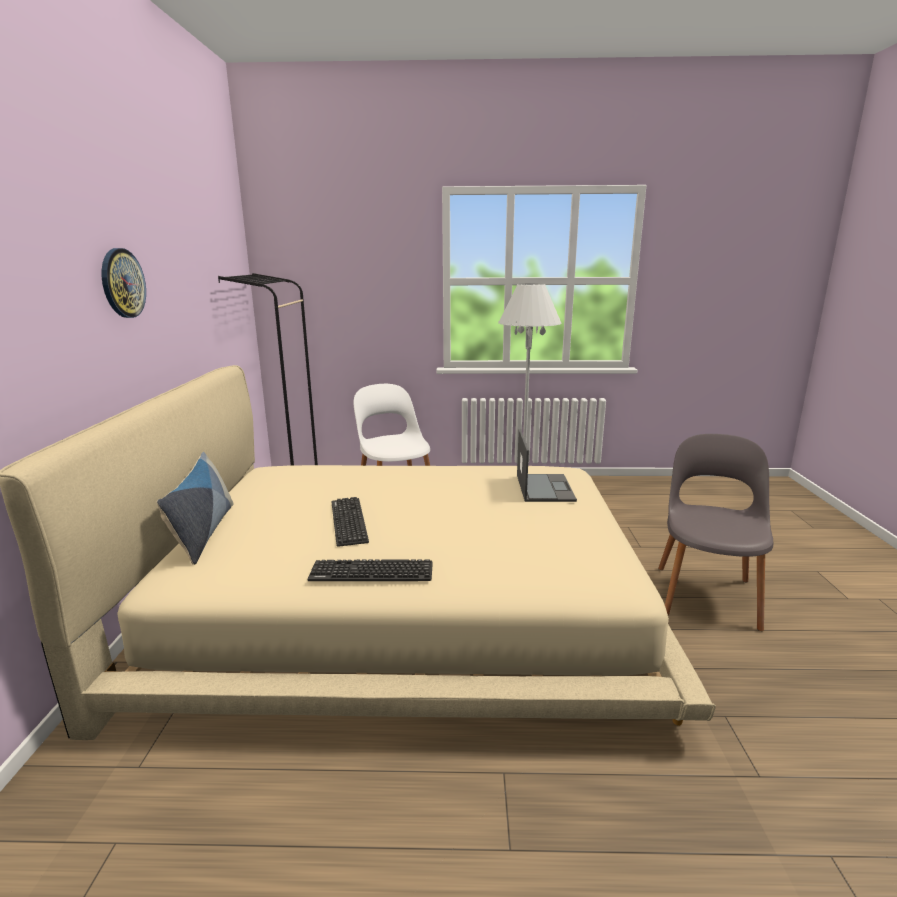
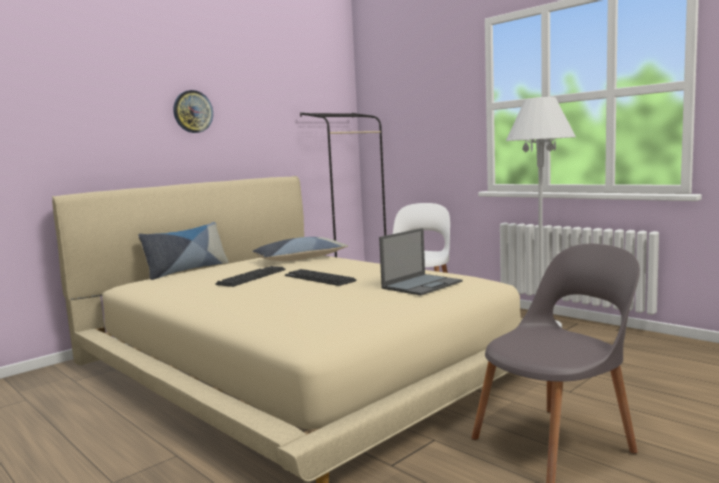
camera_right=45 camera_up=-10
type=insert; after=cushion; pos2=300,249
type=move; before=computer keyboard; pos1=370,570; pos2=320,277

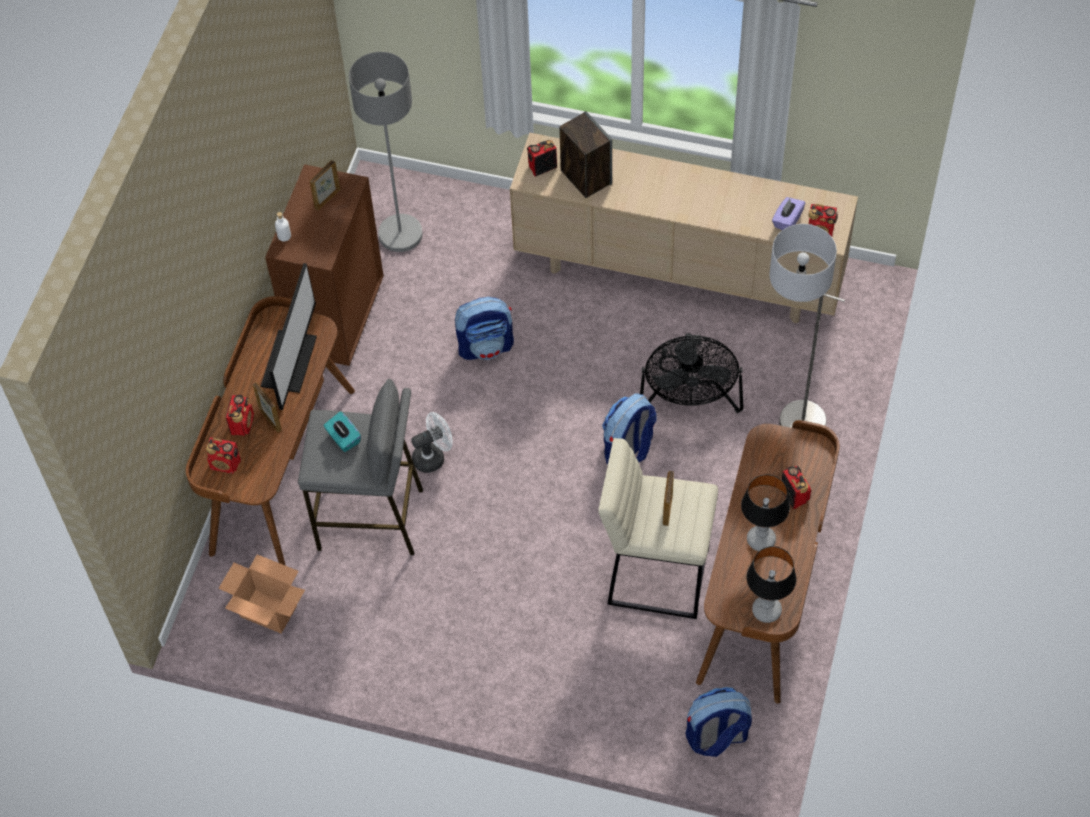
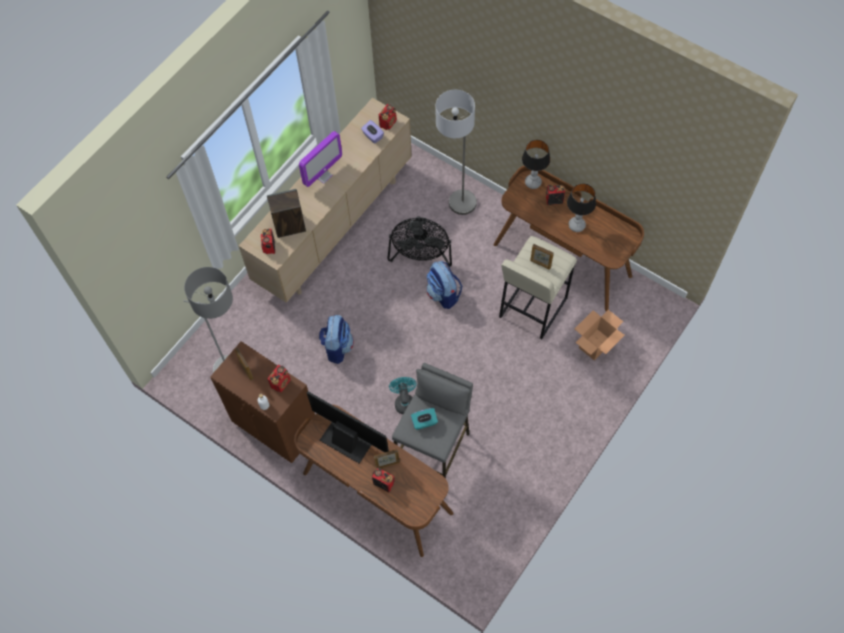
camera_right=-70 camera_up=5
type=move; before=radio; pos1=223,455; pos2=279,378
type=insert; after=computer screen; pos2=320,159
type=rotate; before=blackish cooling fan; pos1=692,373; pos2=419,241; turn=75
type=recolor; before=white cooling fan; after=blue-green cooling fan; pos1=432,442; pos2=402,395
type=move; before=tabletop lamp; pos1=771,584; pos2=536,164
type=move; before=carton; pos1=261,593; pos2=600,335
type=delete; before=knapsack; pos1=719,722

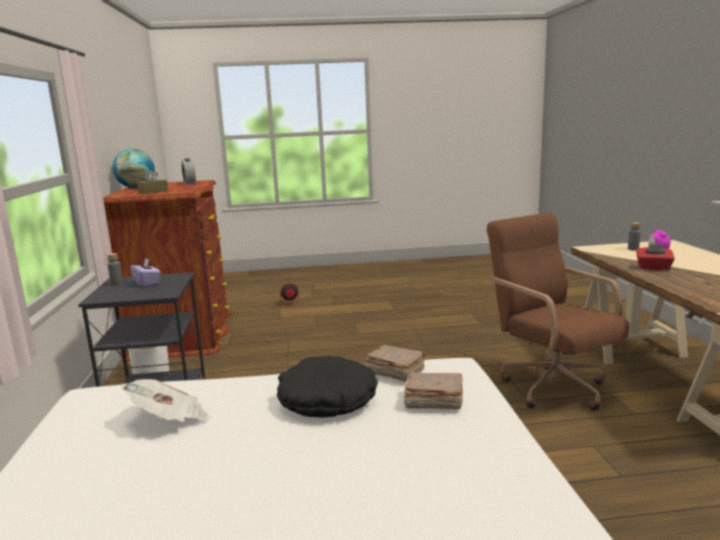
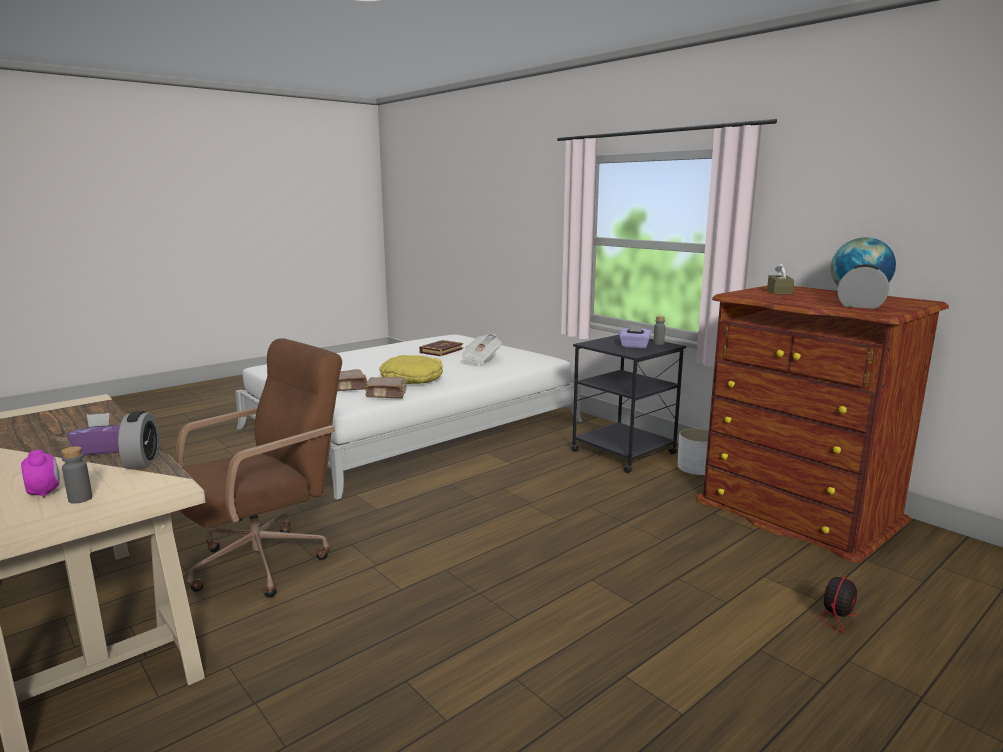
camera_right=145 camera_up=0
type=recolor; before=red-coloured tissue box; after=purple tissue box; pos1=655,257; pos2=93,434
type=insert; after=alarm clock; pos2=139,440
type=rotate; before=brown desk chair; pos1=558,312; pos2=258,468; turn=-75
type=recolor; before=blackish cushion; after=yellow-coloured cushion; pos1=327,386; pos2=411,369
type=insert; after=bound book; pos2=441,348

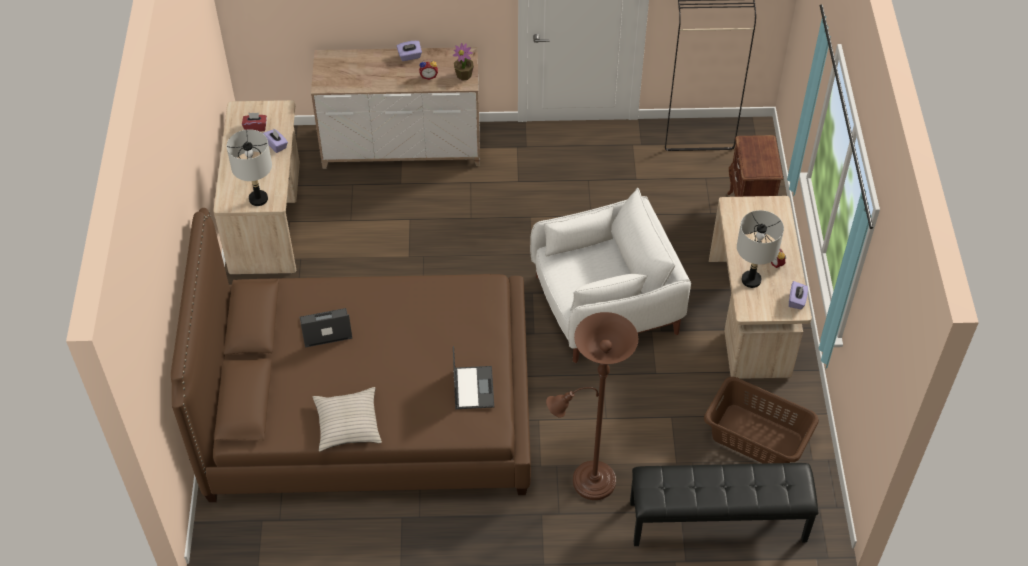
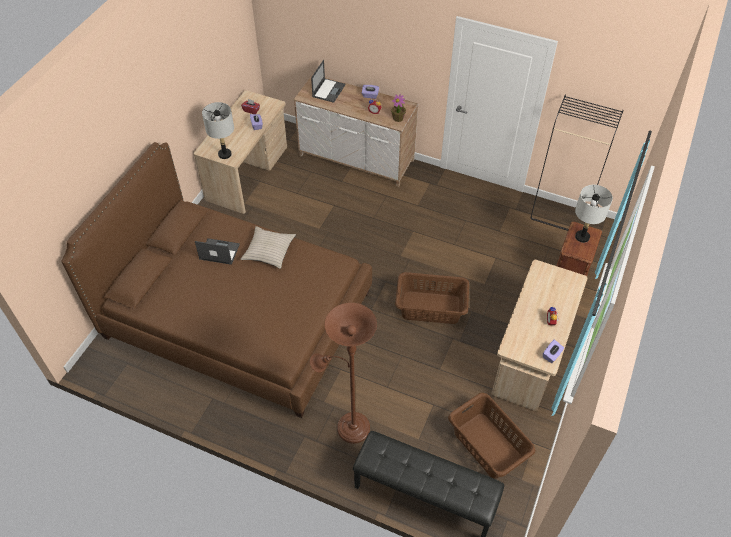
camera_right=25 camera_up=0
type=move; before=beige cushion; pos1=347,419; pos2=268,247
type=move; before=portable computer; pos1=473,377; pos2=328,81
type=replace; before=white lounge chair; after=brown laundry basket; pos1=610,275; pos2=432,298
type=move; before=greyish tabletop lamp; pos1=760,249; pos2=594,214

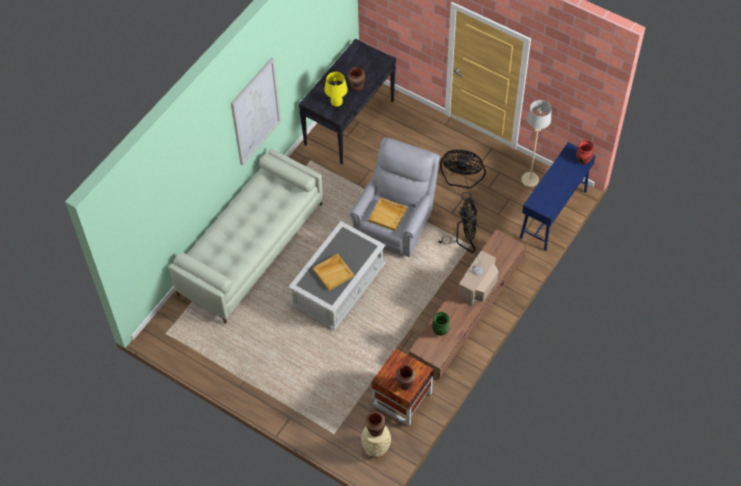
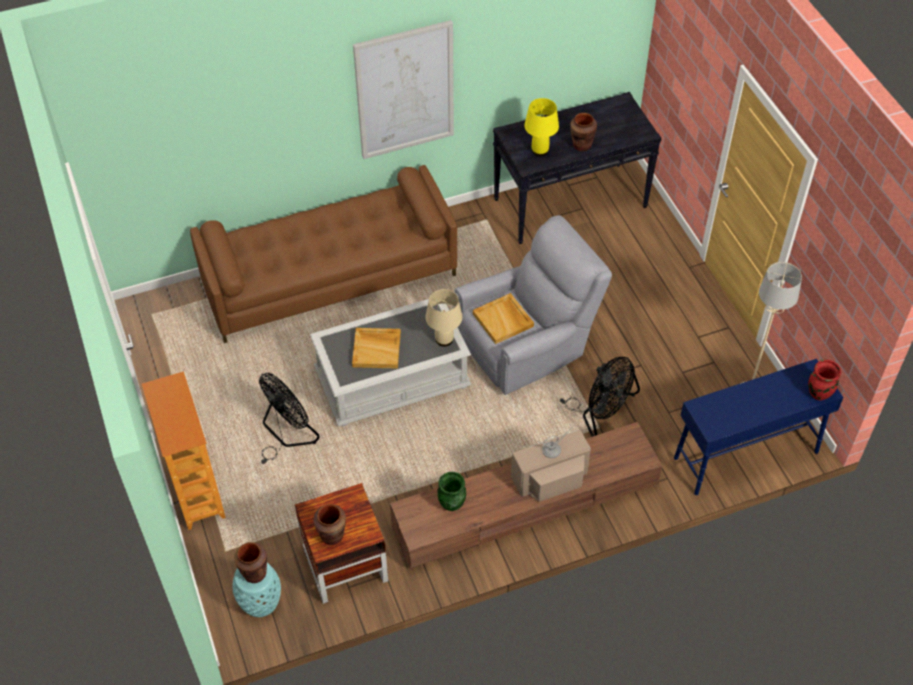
camera_right=35 camera_up=-5
type=insert; after=bookshelf; pos2=184,450
type=recolor; before=white sofa; after=brown sofa; pos1=246,236; pos2=323,254
type=recolor; before=beige stool; after=blue-green stool; pos1=376,441; pos2=257,589
type=move; before=blackish cooling fan; pos1=463,176; pos2=289,418
type=insert; after=beige tabletop lamp; pos2=444,318

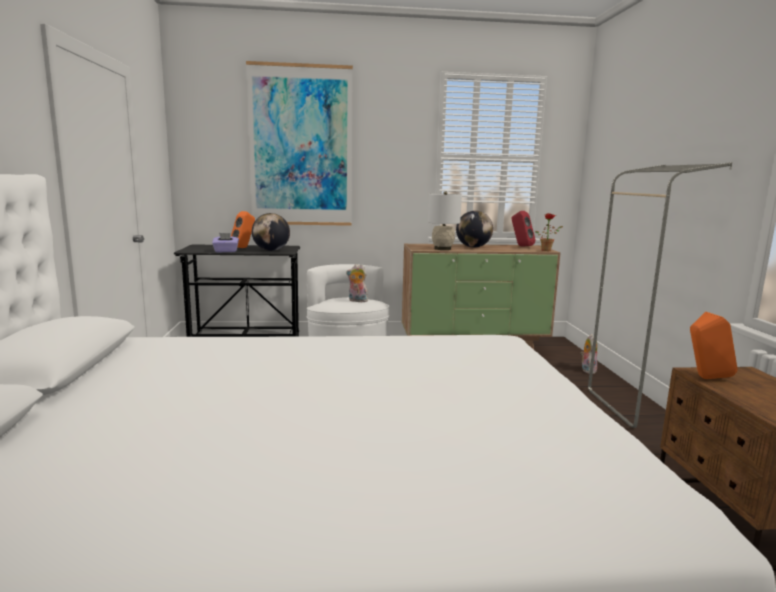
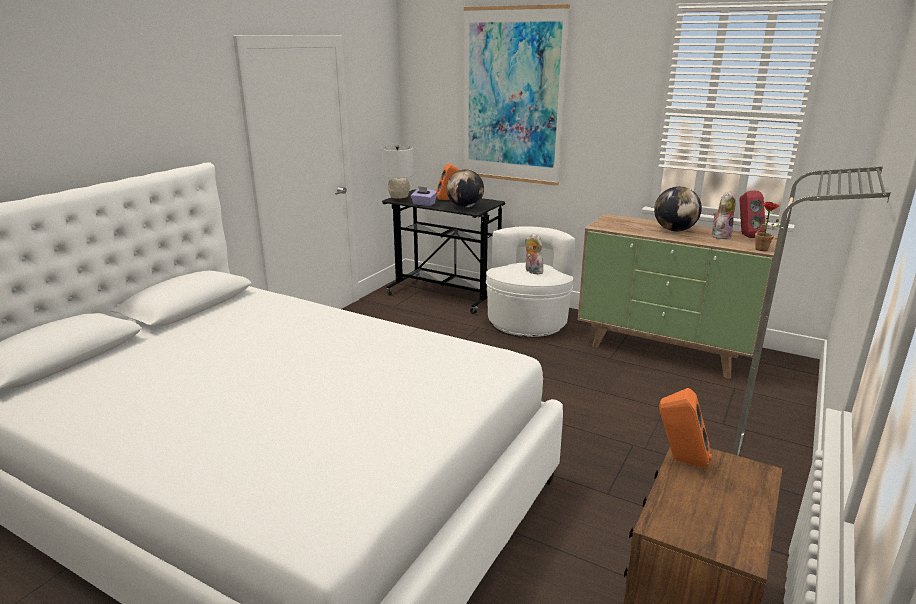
camera_right=35 camera_up=10
type=move; before=white tabletop lamp; pos1=445,220; pos2=398,173
type=move; before=cuddly toy; pos1=588,354; pos2=724,215

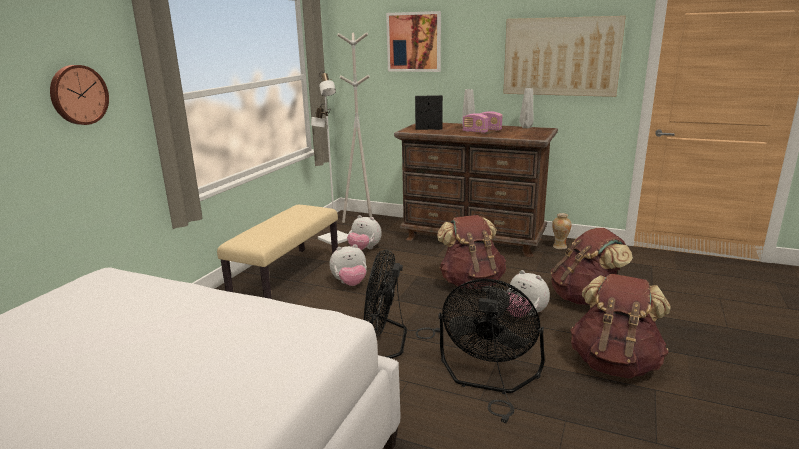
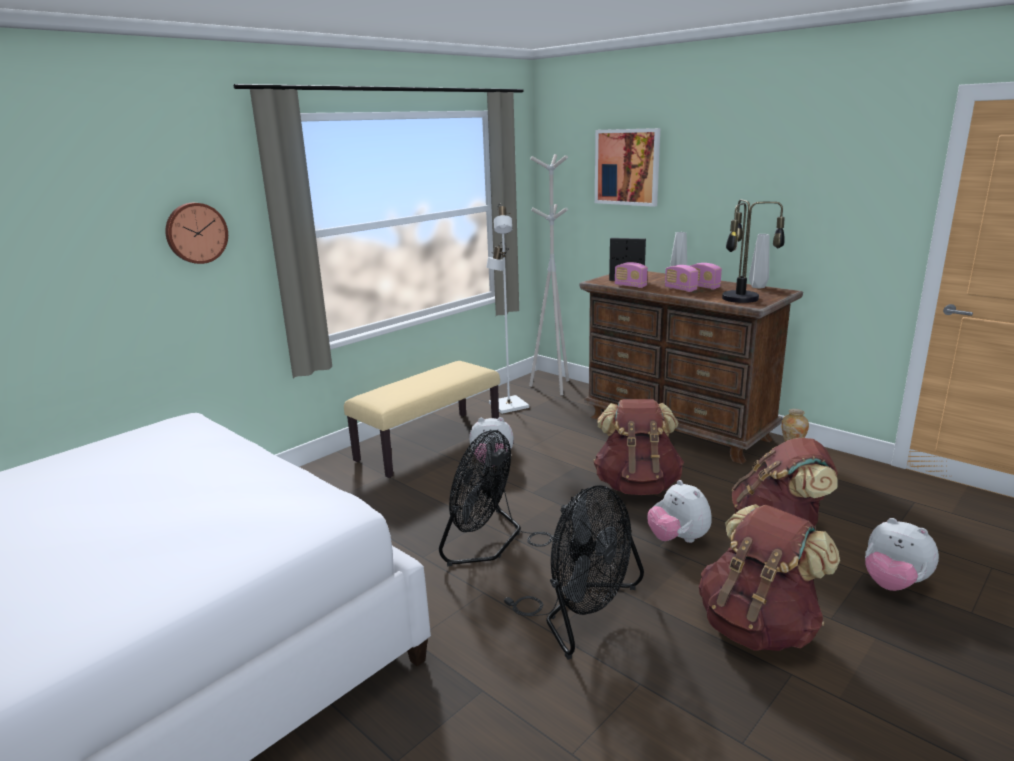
camera_right=20 camera_up=0
type=rotate; before=blackish cooling fan; pos1=491,351; pos2=574,572; turn=90
type=insert; after=radio; pos2=631,275
type=insert; after=tabletop lamp; pos2=753,251
type=move; before=cuddly toy; pos1=364,232; pos2=902,554
type=delete; before=picture; pos1=564,56

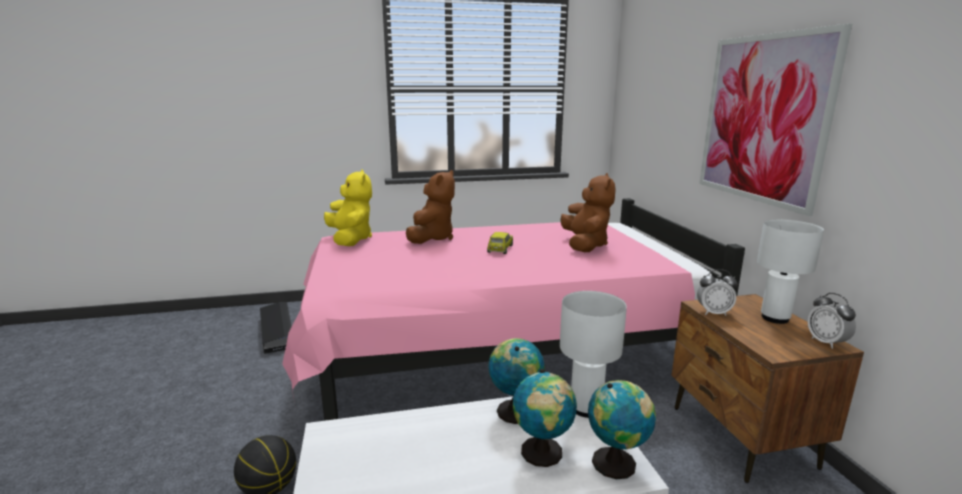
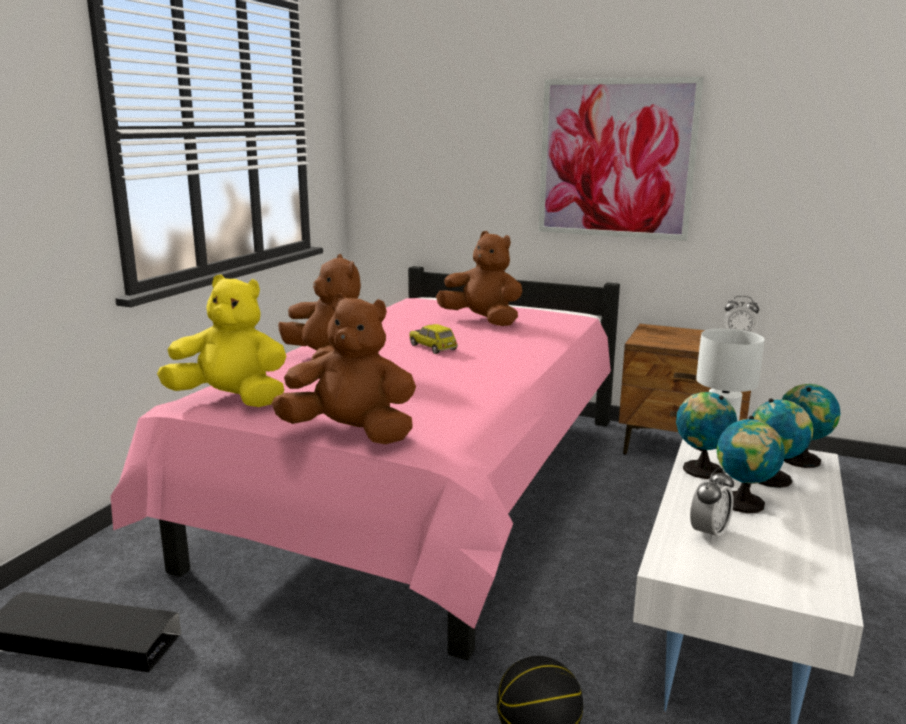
camera_right=-55 camera_up=0
type=insert; after=brown cuddly toy; pos2=343,368
type=move; before=alarm clock; pos1=717,292; pos2=712,504
type=insert; after=desk globe; pos2=751,464
type=delete; before=white tabletop lamp; pos1=790,271

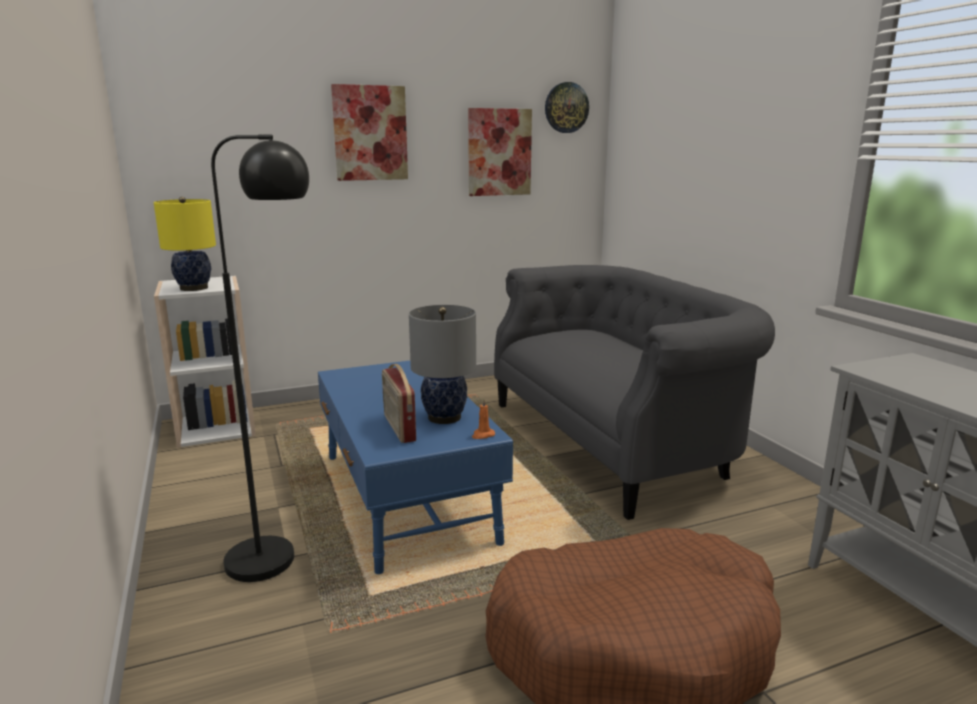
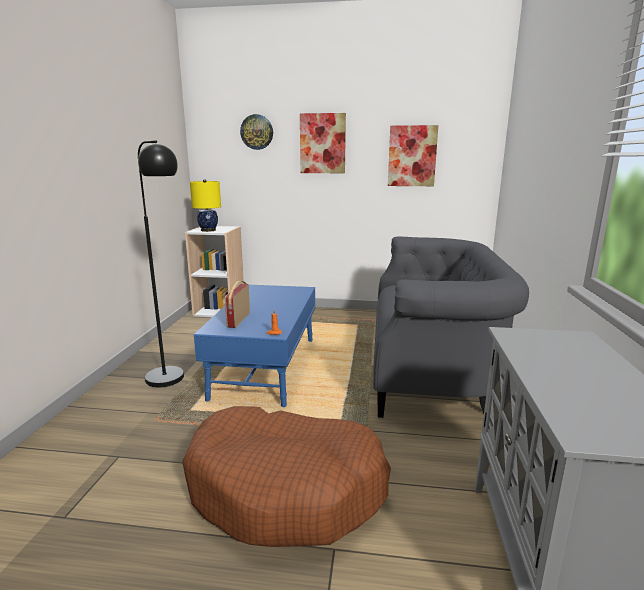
camera_right=30 camera_up=0
type=move; before=hanging clock; pos1=567,107; pos2=256,132
type=delete; before=greyish tabletop lamp; pos1=442,364

